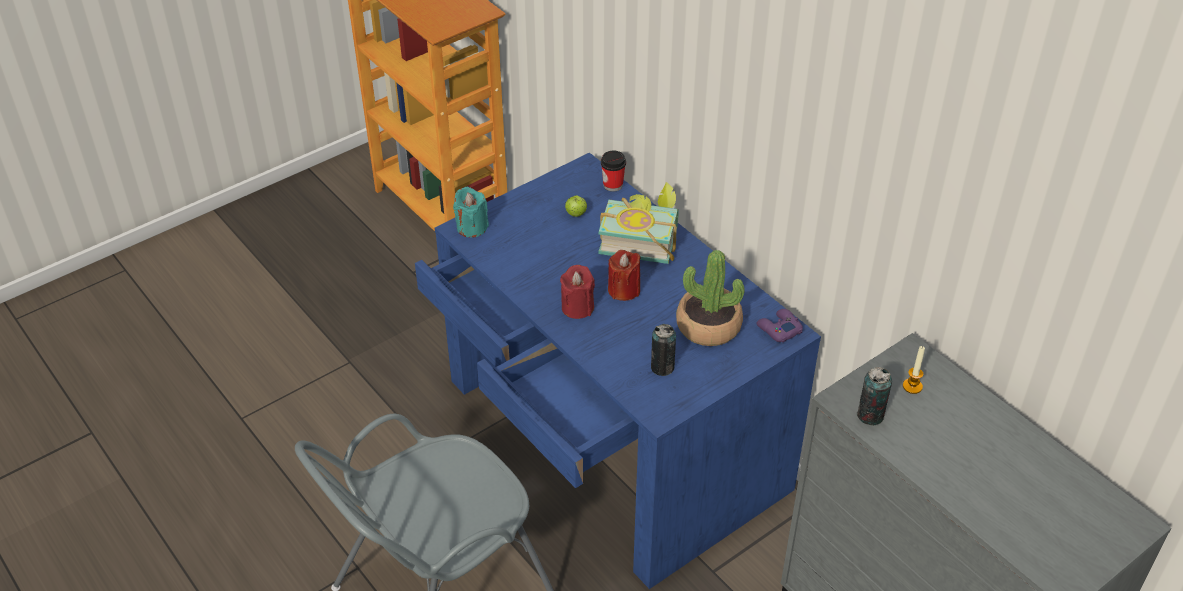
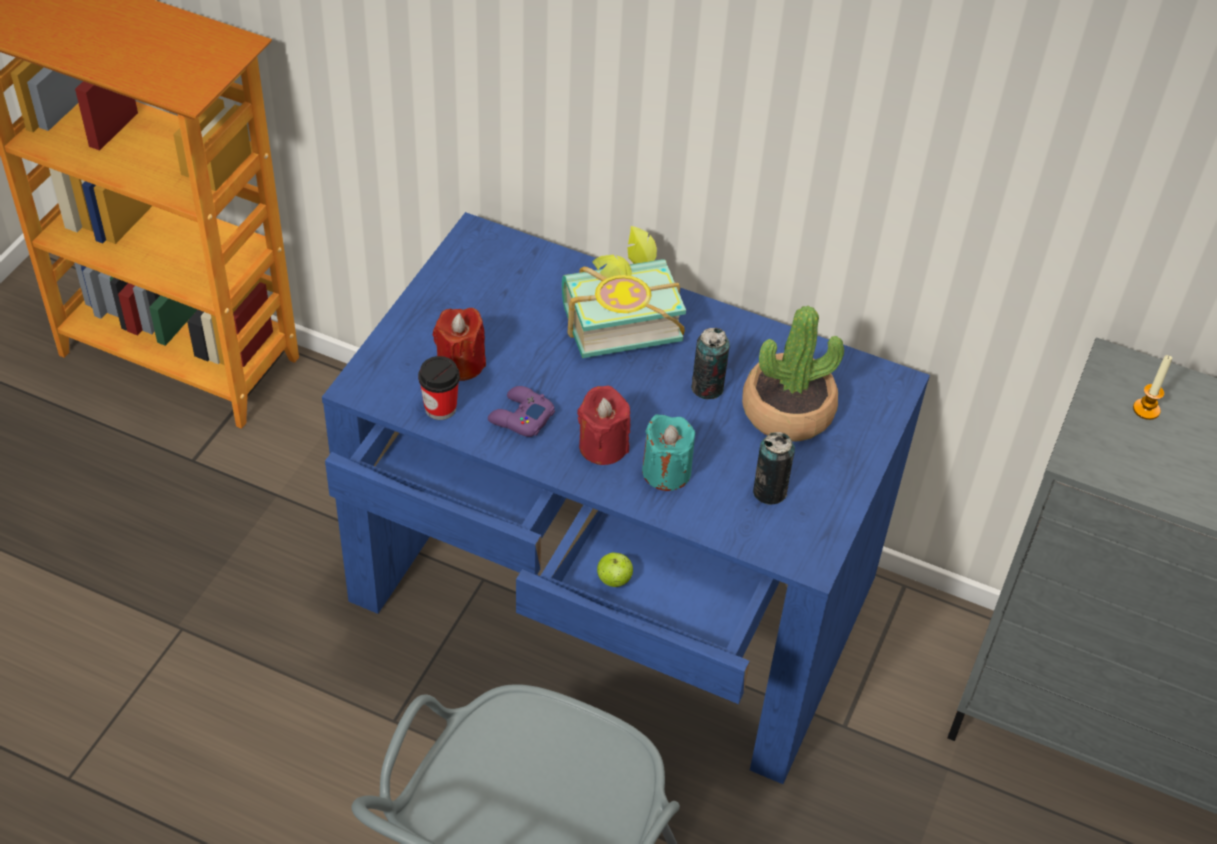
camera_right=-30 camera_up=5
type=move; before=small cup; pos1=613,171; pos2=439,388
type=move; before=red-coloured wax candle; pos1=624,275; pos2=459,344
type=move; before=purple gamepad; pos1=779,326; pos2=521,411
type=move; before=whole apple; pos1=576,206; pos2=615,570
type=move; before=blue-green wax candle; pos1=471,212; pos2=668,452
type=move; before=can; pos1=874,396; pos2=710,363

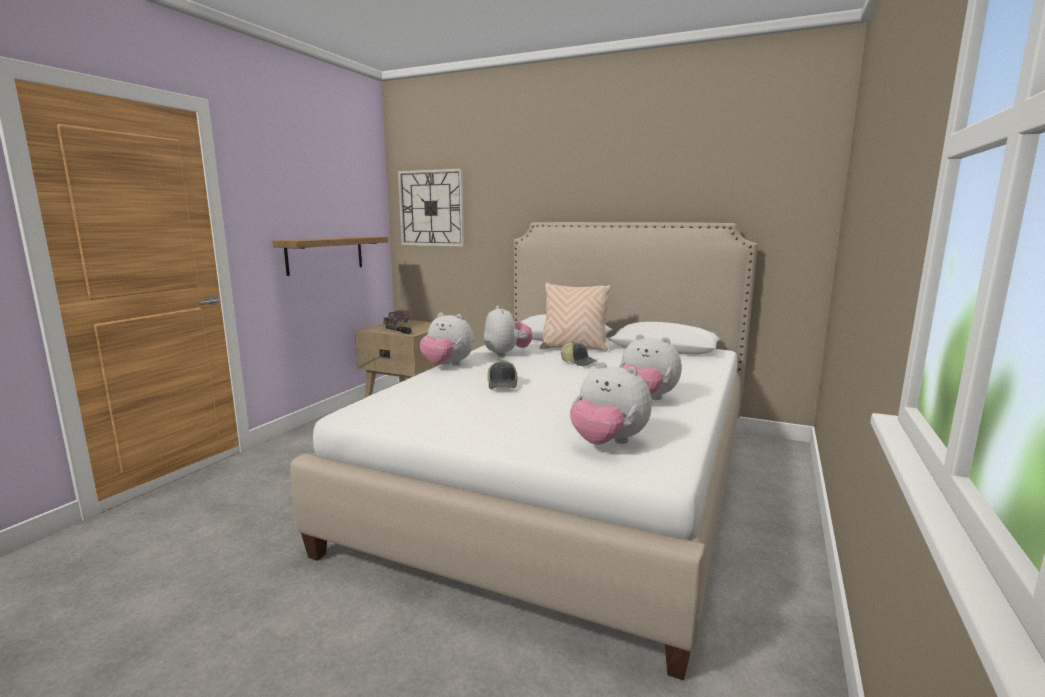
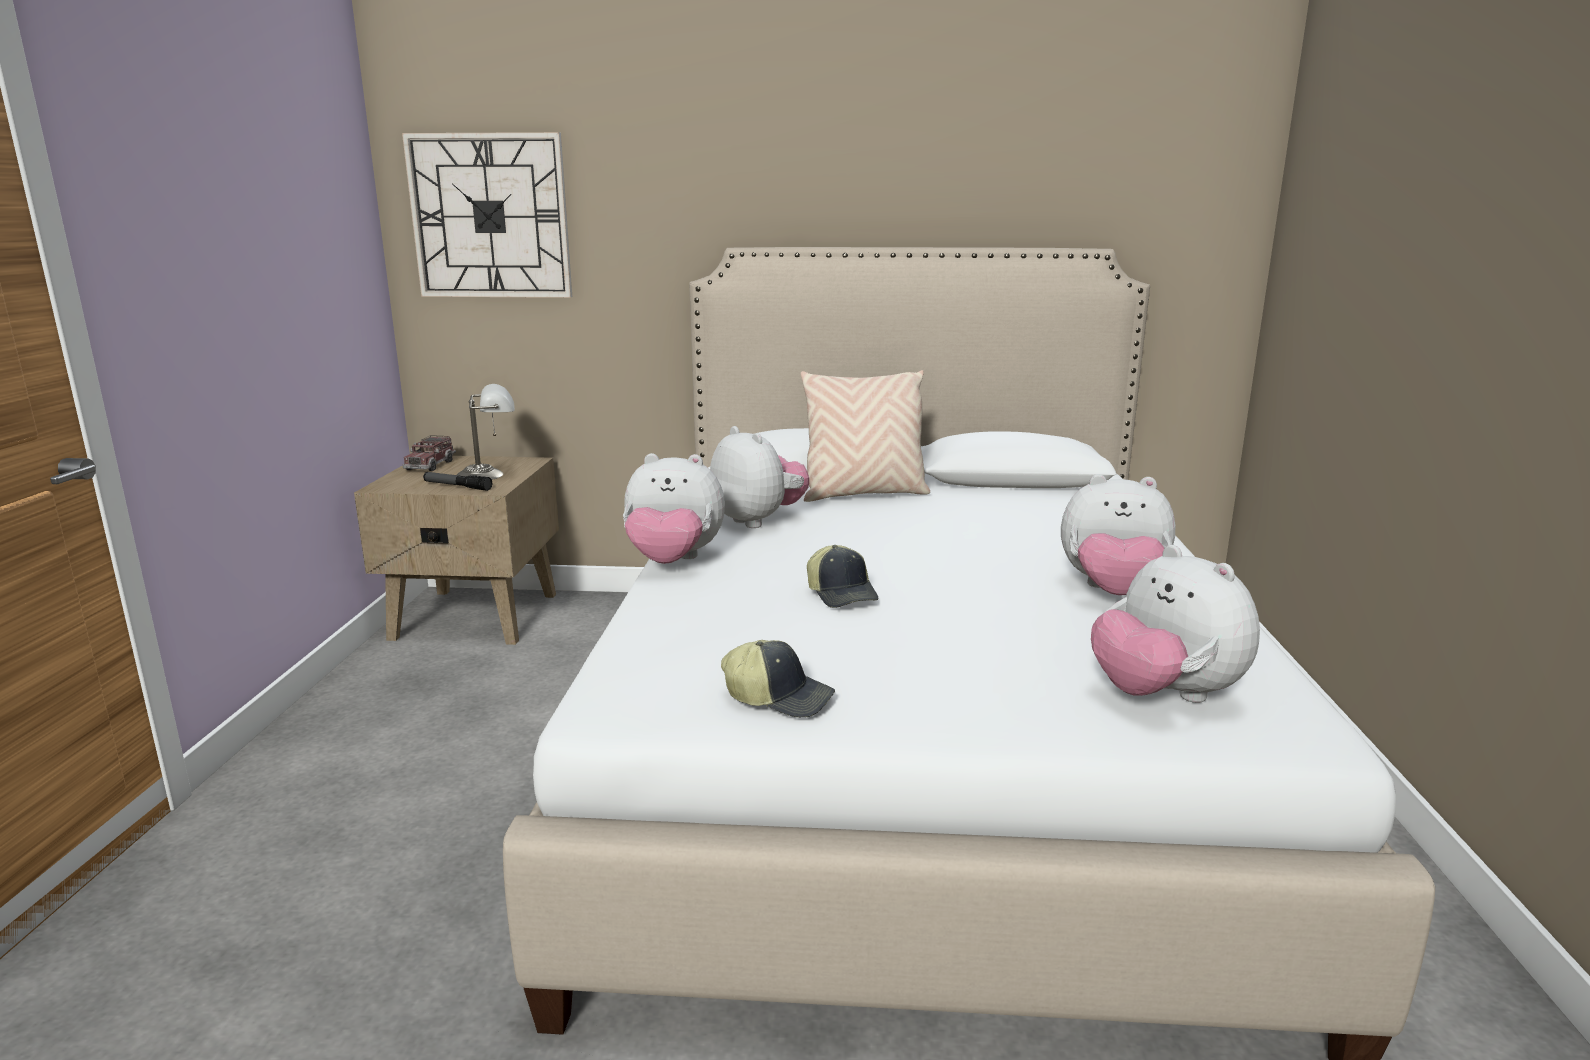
camera_right=-20 camera_up=5
type=insert; after=white tabletop lamp; pos2=486,432
type=move; before=cap; pos1=579,354; pos2=778,679
type=rotate; before=cuddly toy; pos1=611,403; pos2=1175,624; turn=45
type=delete; before=bracket shelf; pos1=330,256

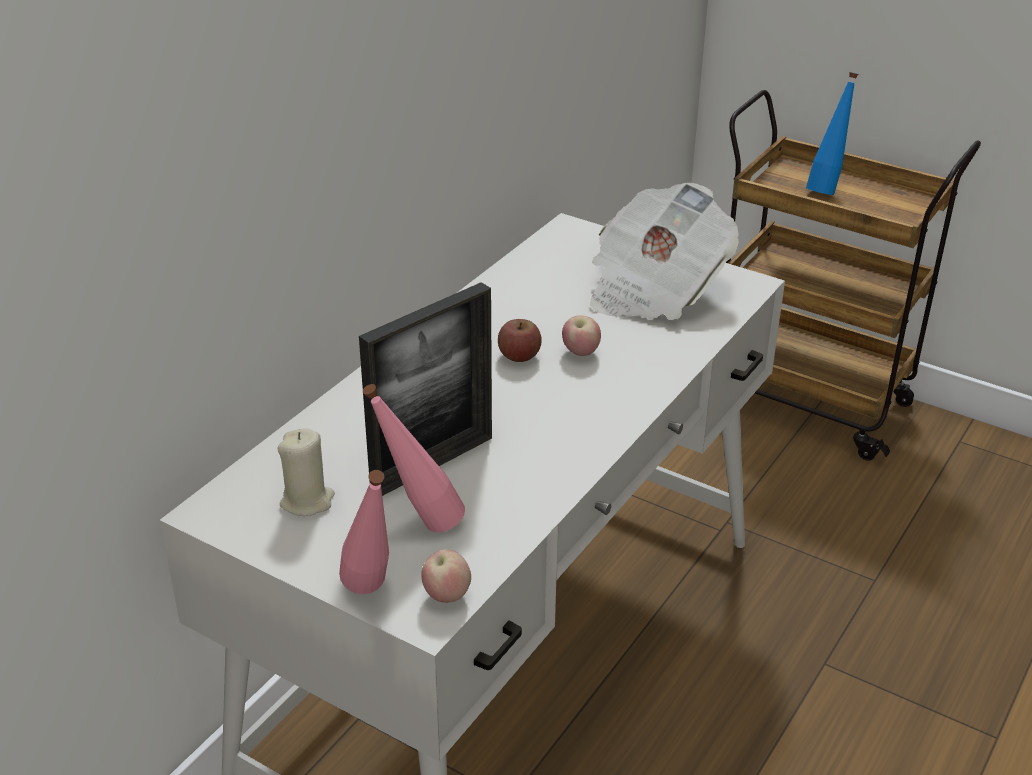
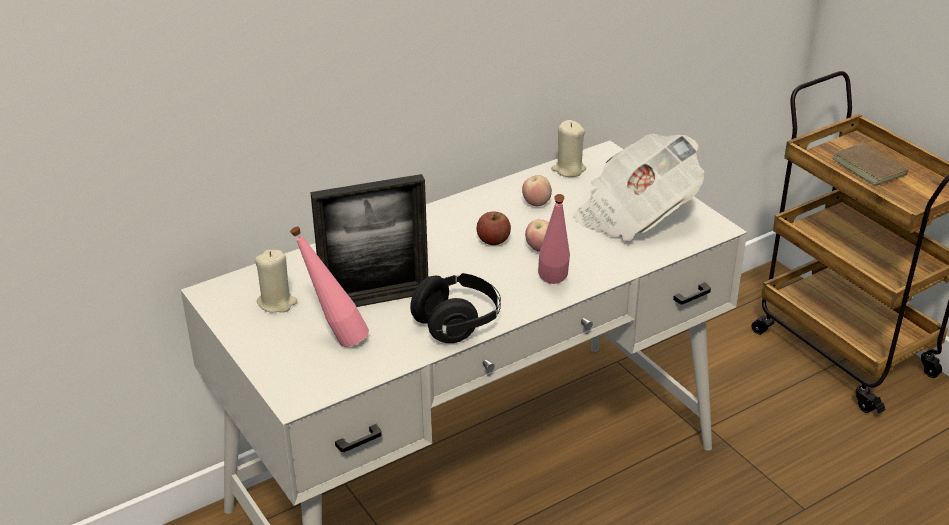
camera_right=25 camera_up=0
type=insert; after=blackish headset; pos2=455,308
type=move; before=whole apple; pos1=446,576; pos2=537,190
type=move; before=pink-coloured bottle; pos1=364,532; pos2=554,239
type=insert; after=beige wax candle; pos2=568,148
type=replace; before=blue bottle; after=brown bound book; pos1=832,133; pos2=870,163

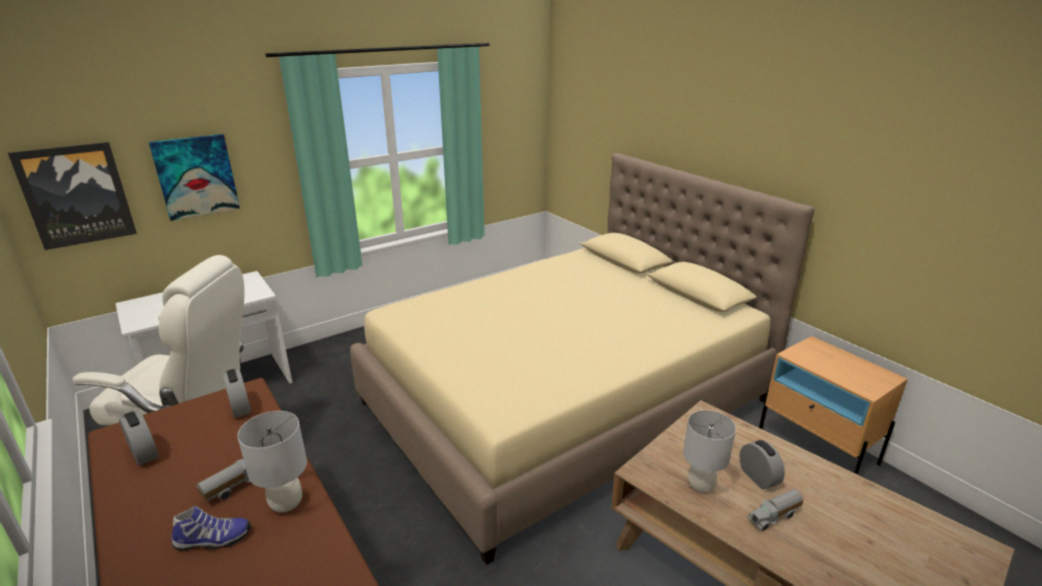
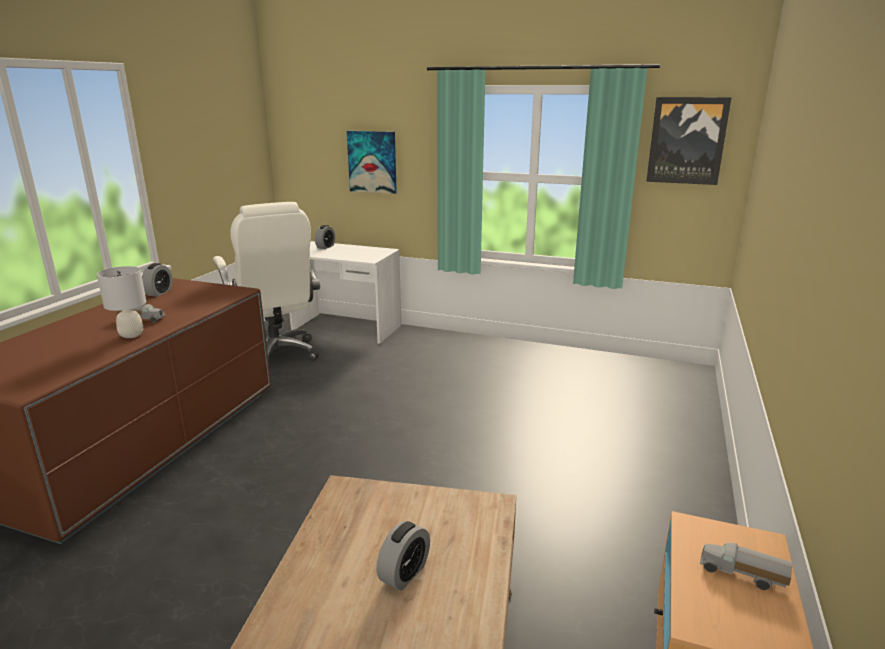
camera_right=55 camera_up=-5
type=move; before=alarm clock; pos1=236,393; pos2=325,237
type=move; before=picture; pos1=72,196; pos2=689,141
type=move; before=toy truck; pos1=775,510; pos2=746,566
type=delete; before=item of footwear; pos1=211,528
type=delete; before=beige bed; pos1=582,359
type=delete; before=greyish tabletop lamp; pos1=709,451

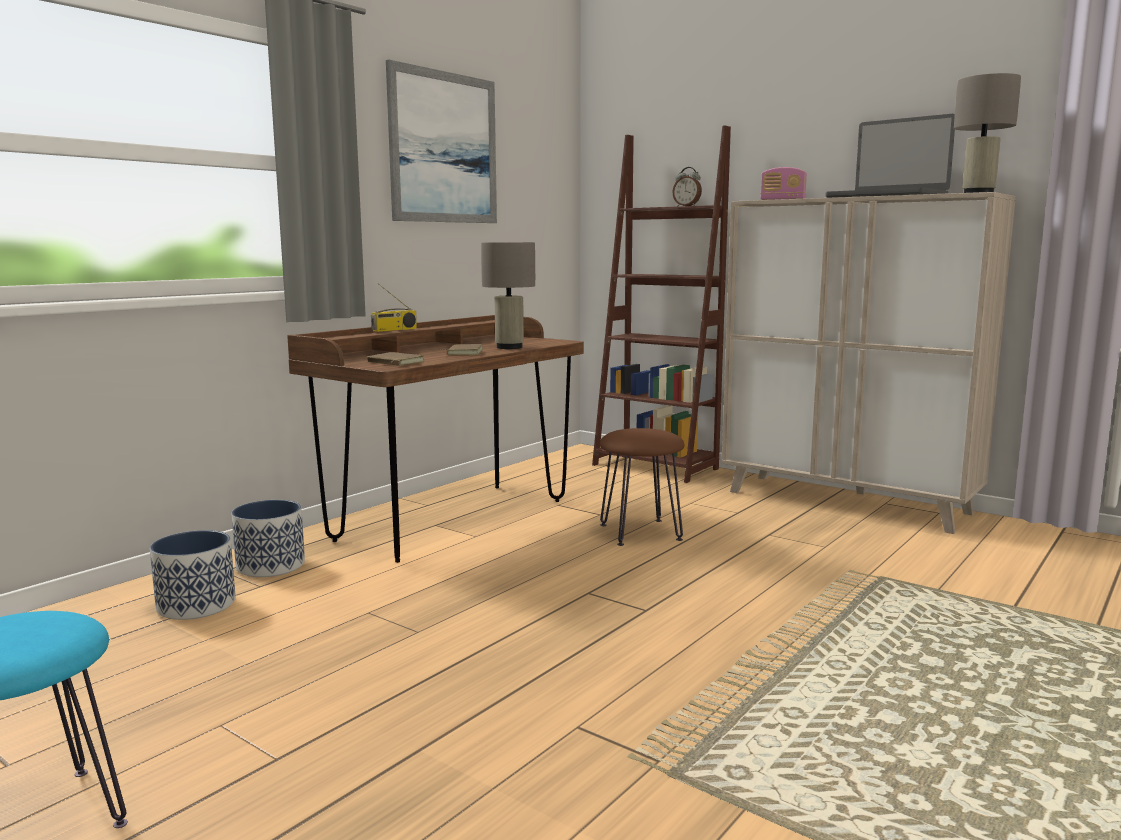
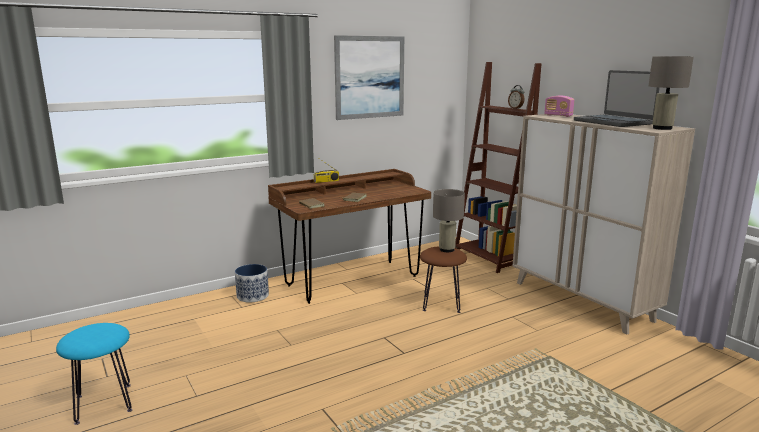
camera_right=20 camera_up=5
type=move; before=greyish tabletop lamp; pos1=508,295; pos2=449,220
type=delete; before=flower pot; pos1=193,575

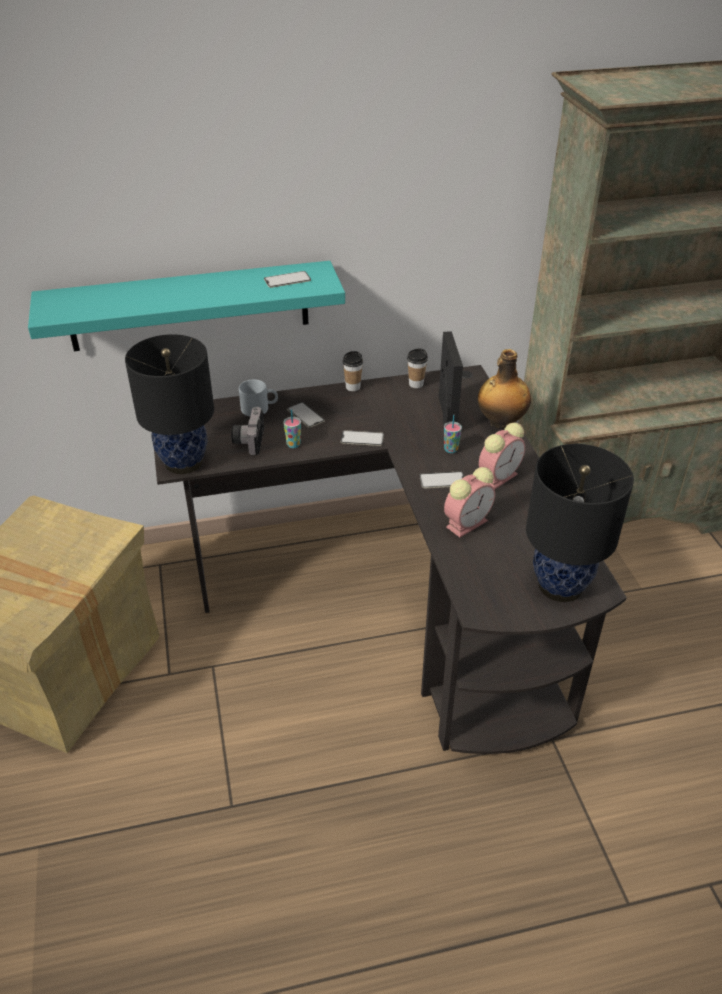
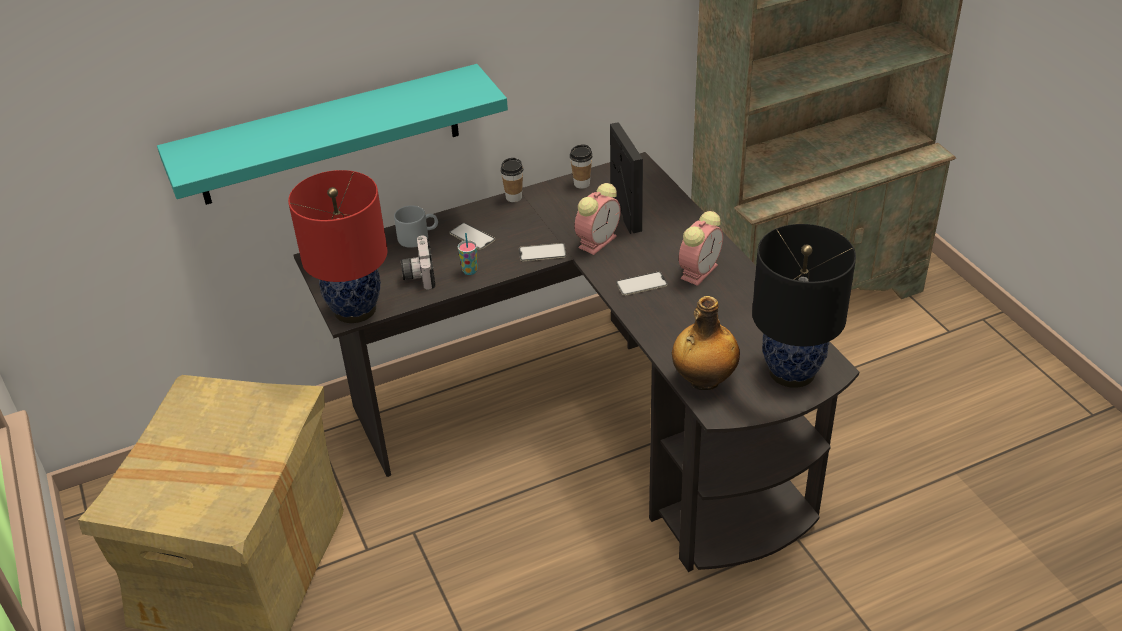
camera_right=-10 camera_up=0
type=recolor; before=blackish tabletop lamp; after=red-coloured tabletop lamp; pos1=169,404; pos2=337,246
type=move; before=alarm clock; pos1=469,502; pos2=598,219
type=move; before=bottle; pos1=504,389; pos2=706,343
type=delete; before=phone; pos1=287,279
type=delete; before=small cup; pos1=453,434

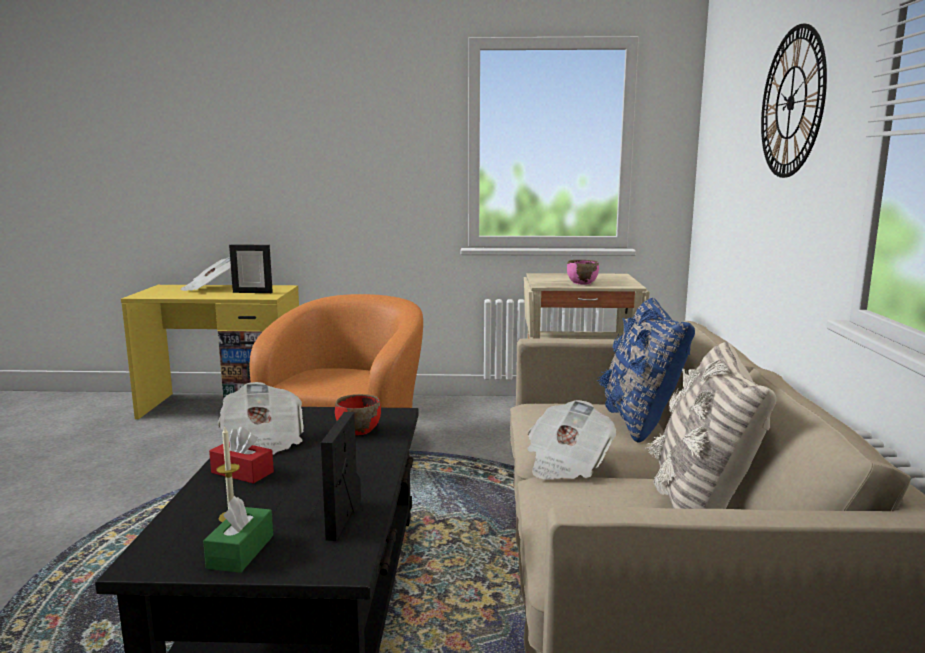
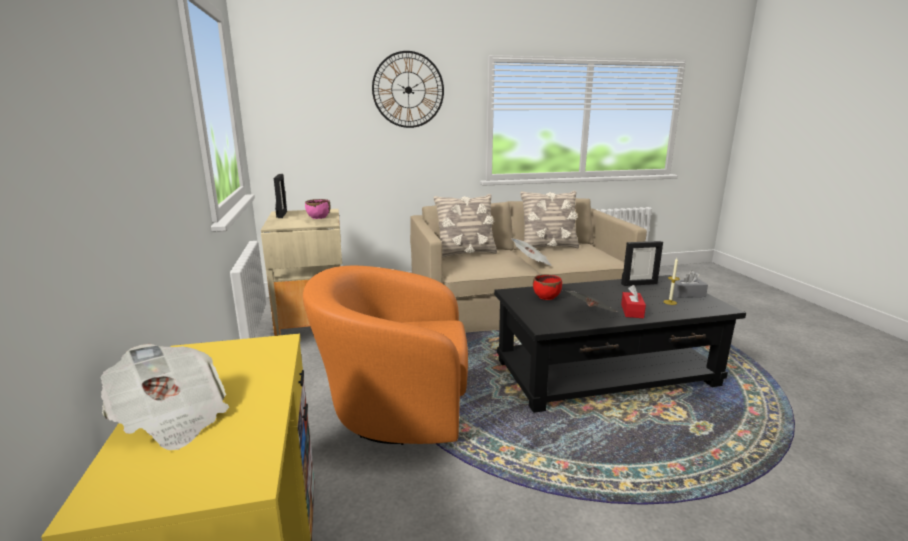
camera_right=-105 camera_up=5
type=move; before=photo frame; pos1=251,268; pos2=280,196
type=recolor; before=blue cushion; after=beige cushion; pos1=646,370; pos2=465,226
type=recolor; before=greenish tissue box; after=greyish tissue box; pos1=238,534; pos2=689,284

